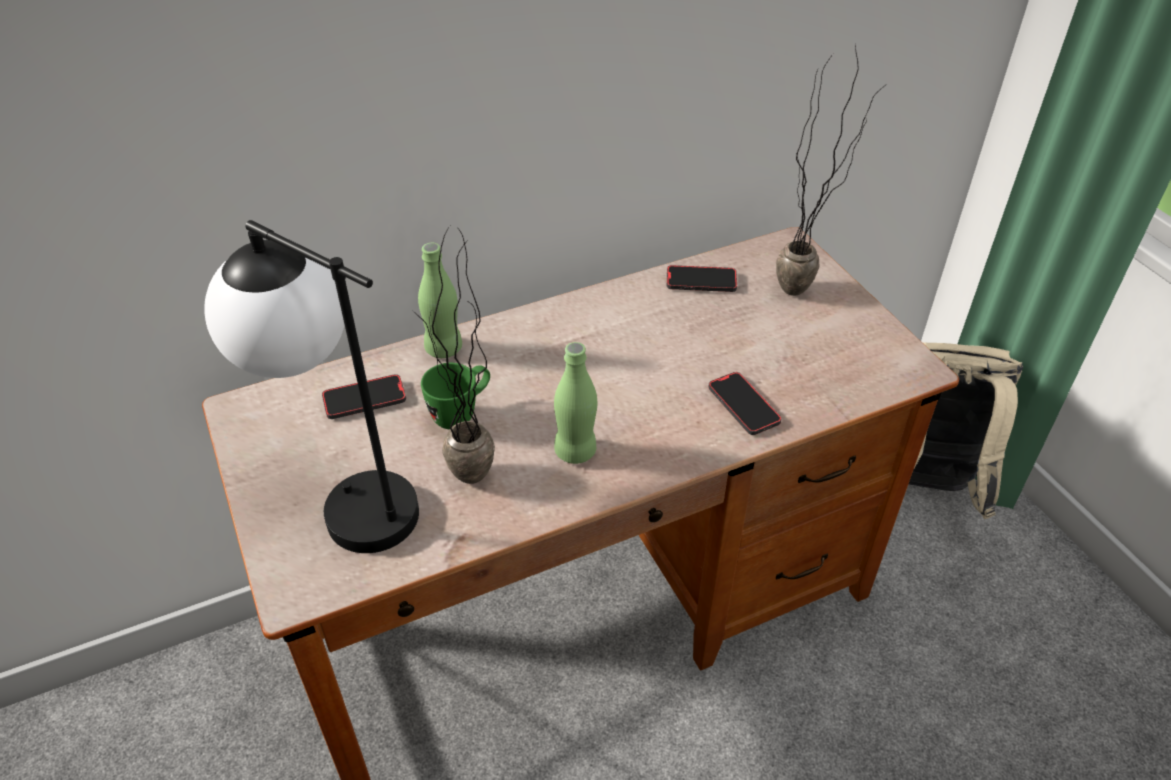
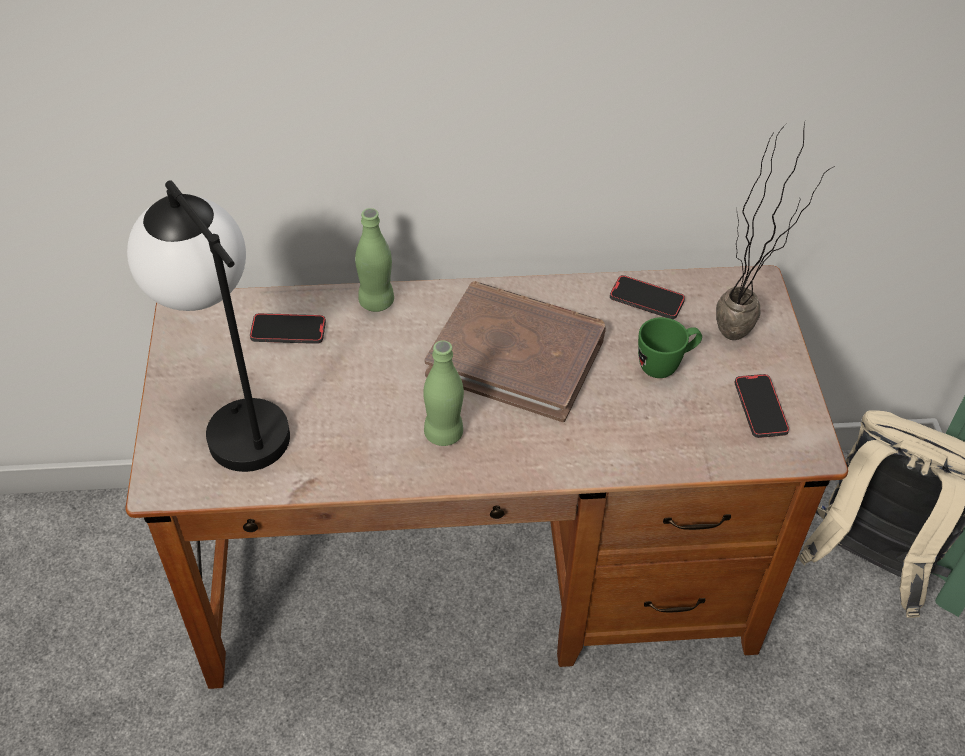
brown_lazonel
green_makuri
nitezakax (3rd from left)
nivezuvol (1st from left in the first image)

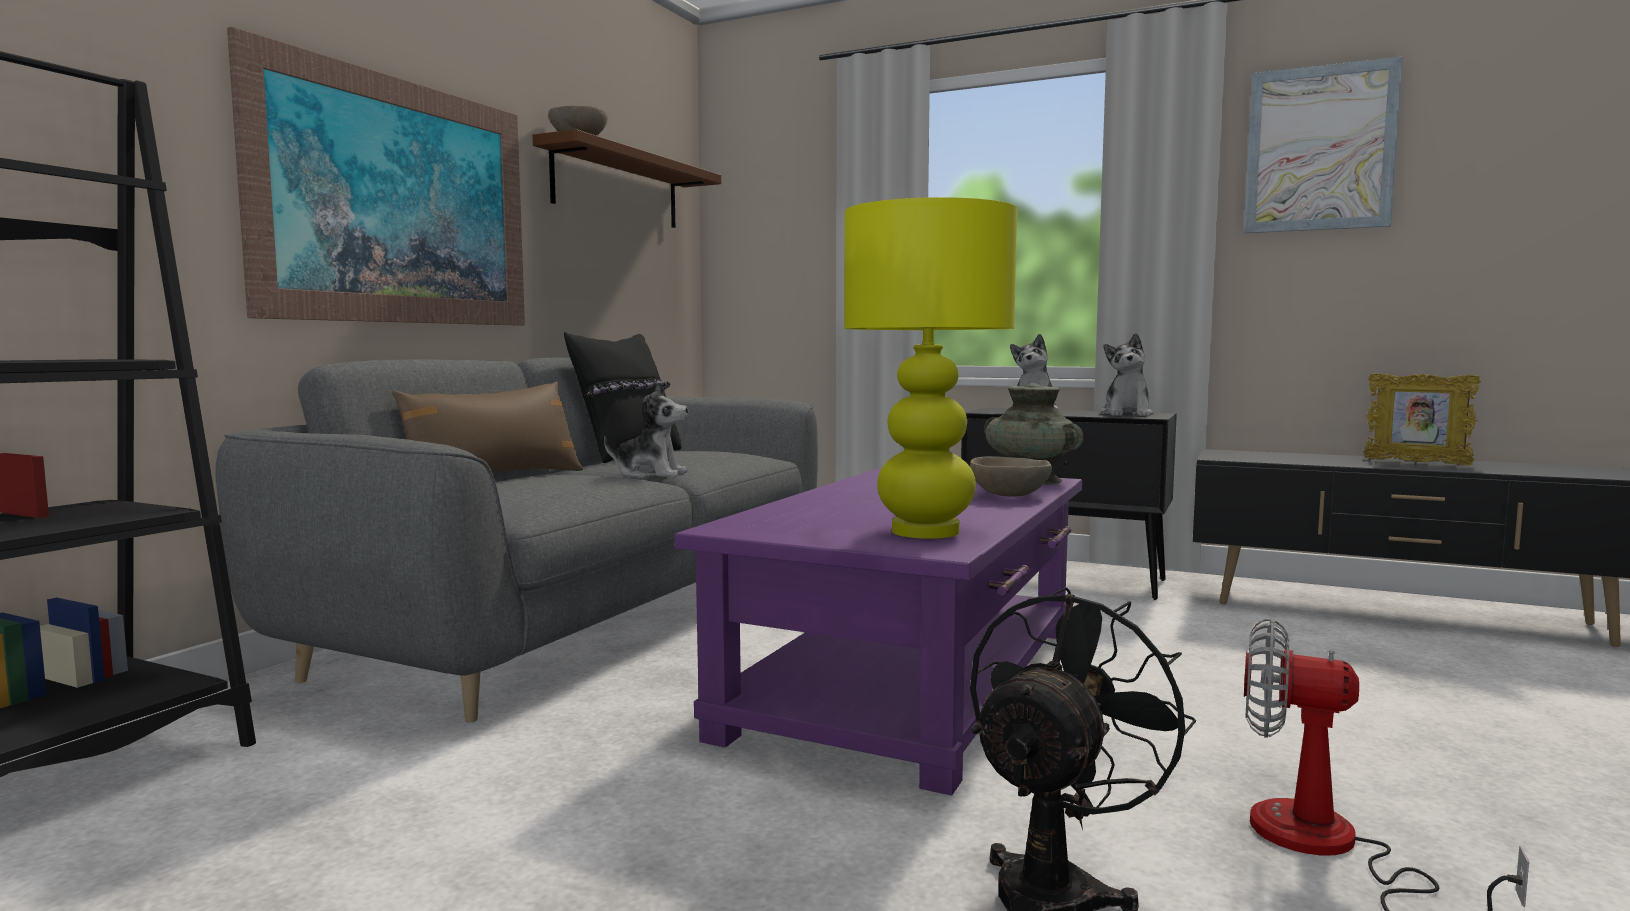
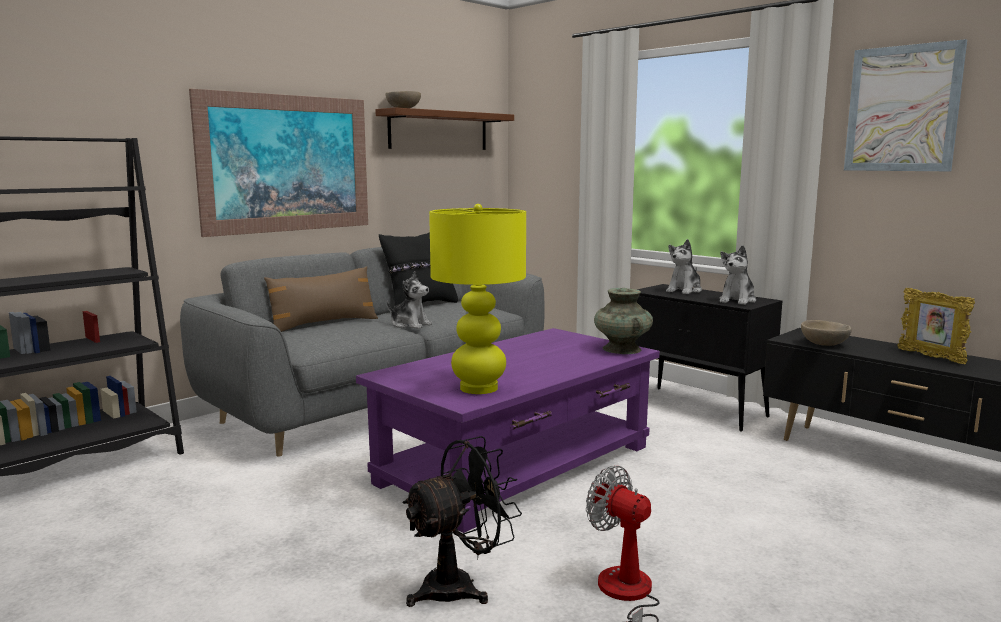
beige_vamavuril (2nd from left)

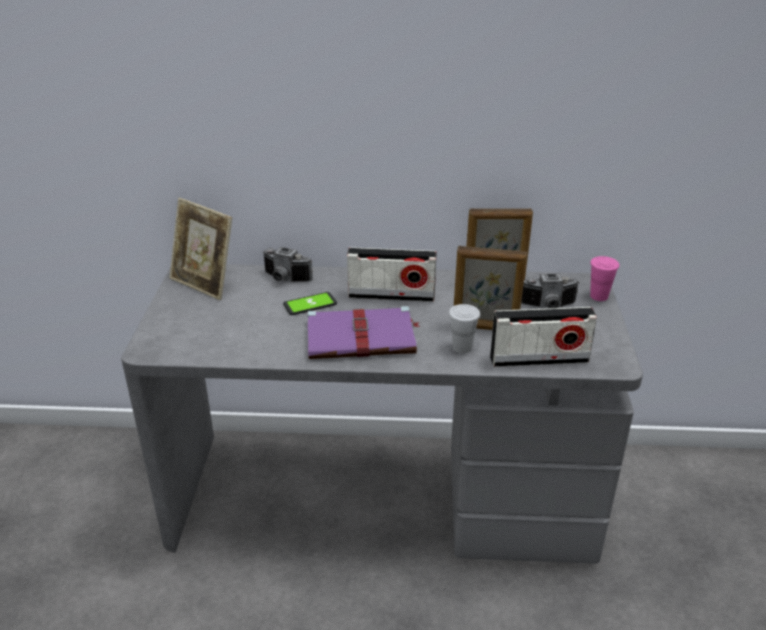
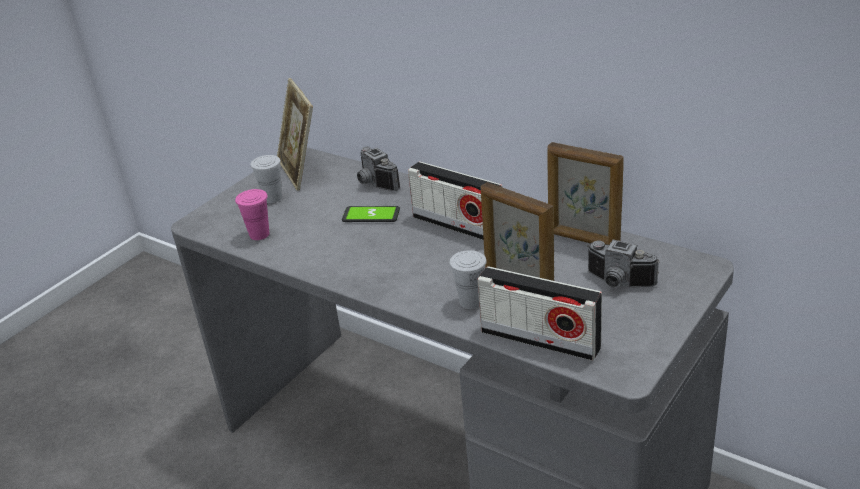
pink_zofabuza
white_zofabuza (1st from left)
purple_lazonel

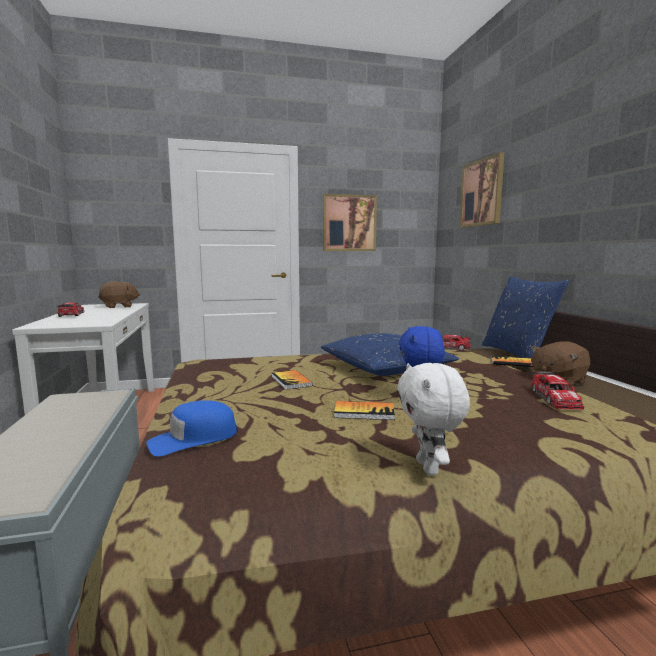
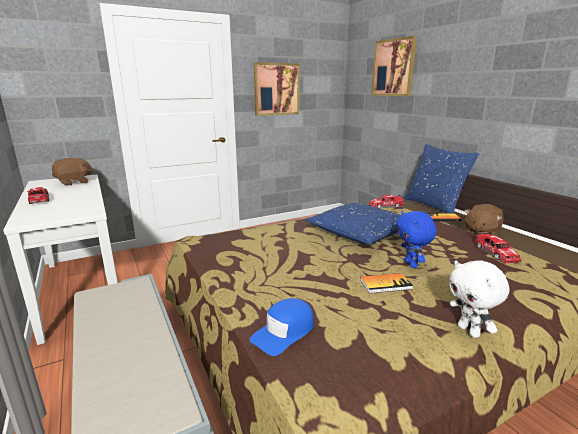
lazonel (1st from left in the first image)

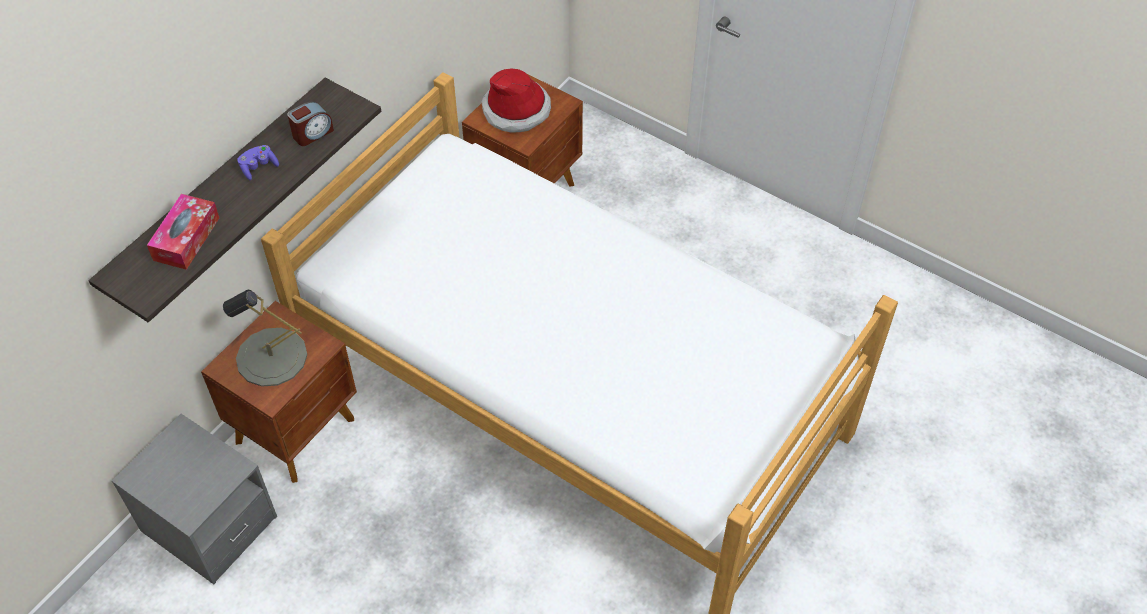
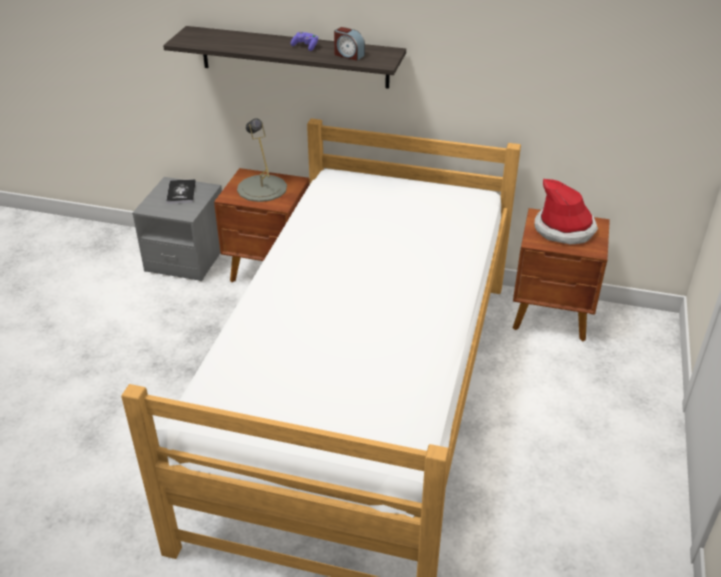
lazonel
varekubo

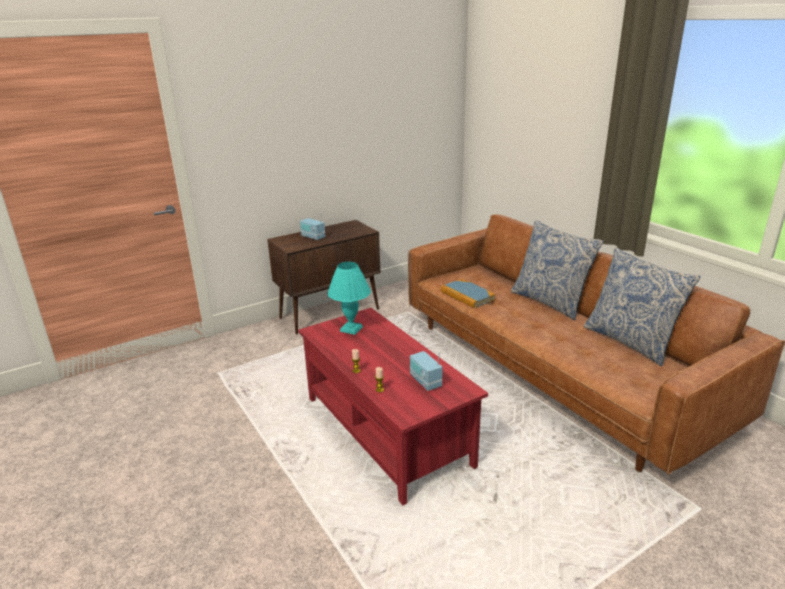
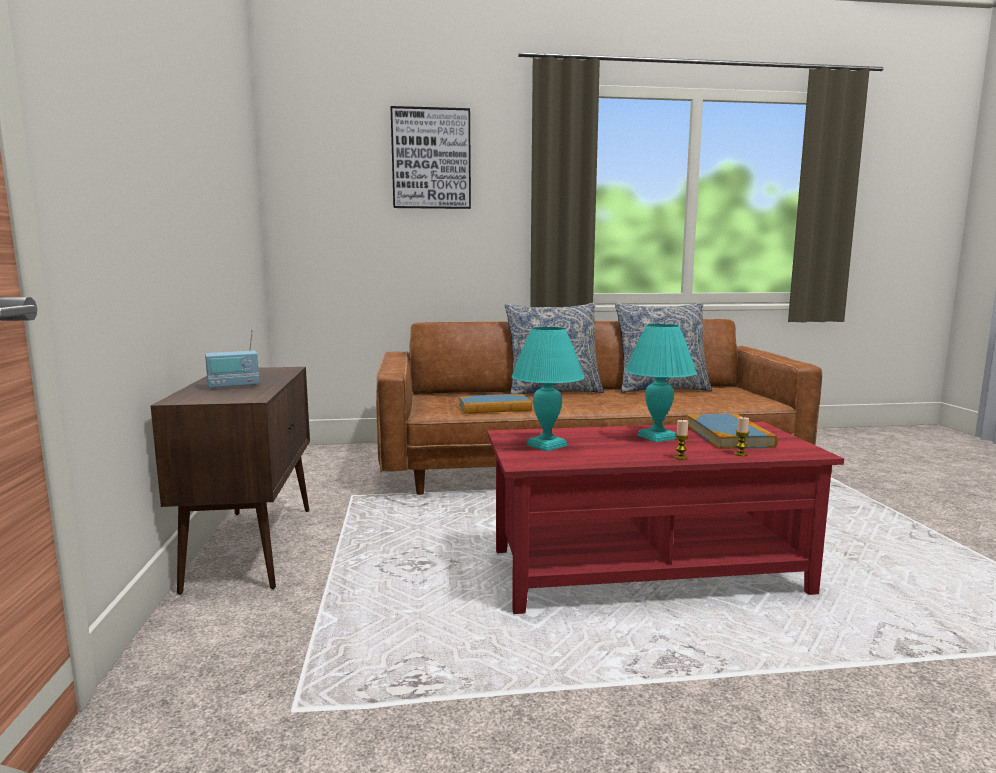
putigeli
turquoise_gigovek (2nd from left)
lazonel (2nd from left)

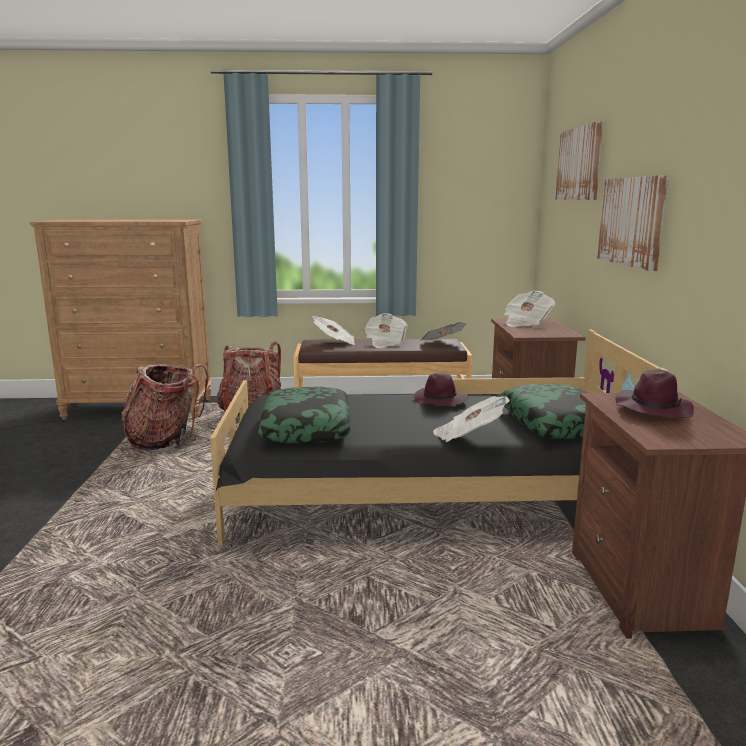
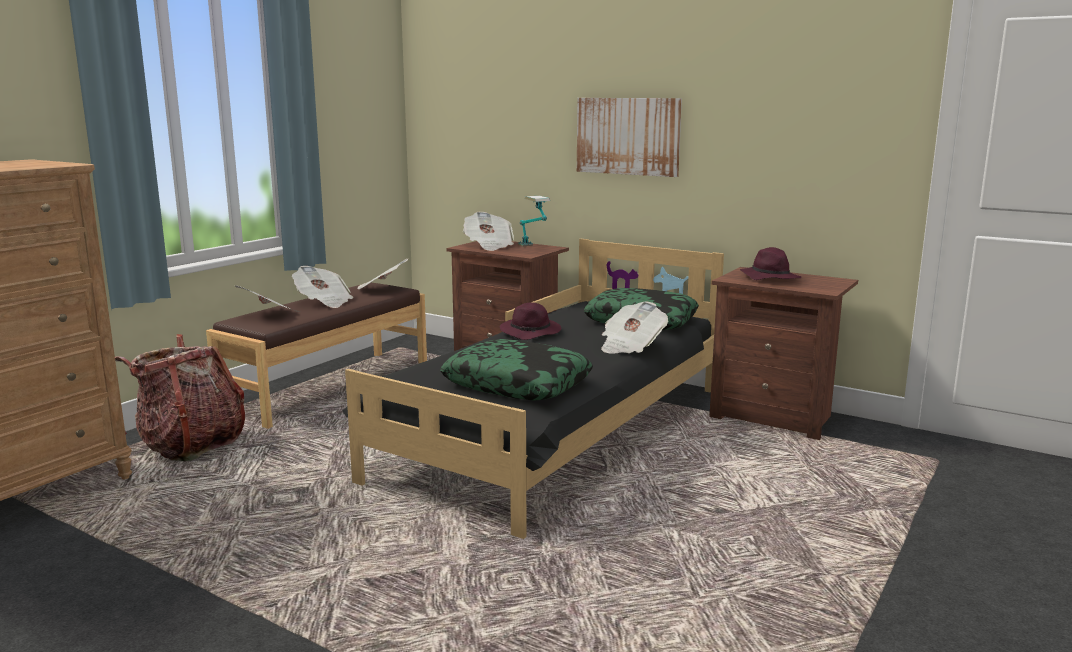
gigovek
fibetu (1st from left in the first image)
putigeli (1st from left in the first image)

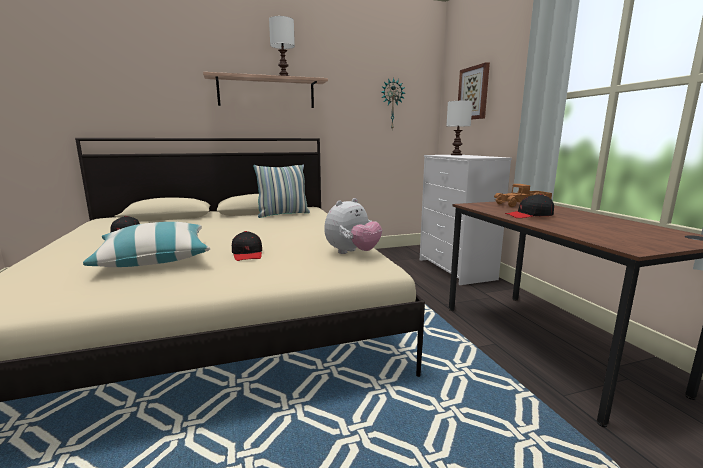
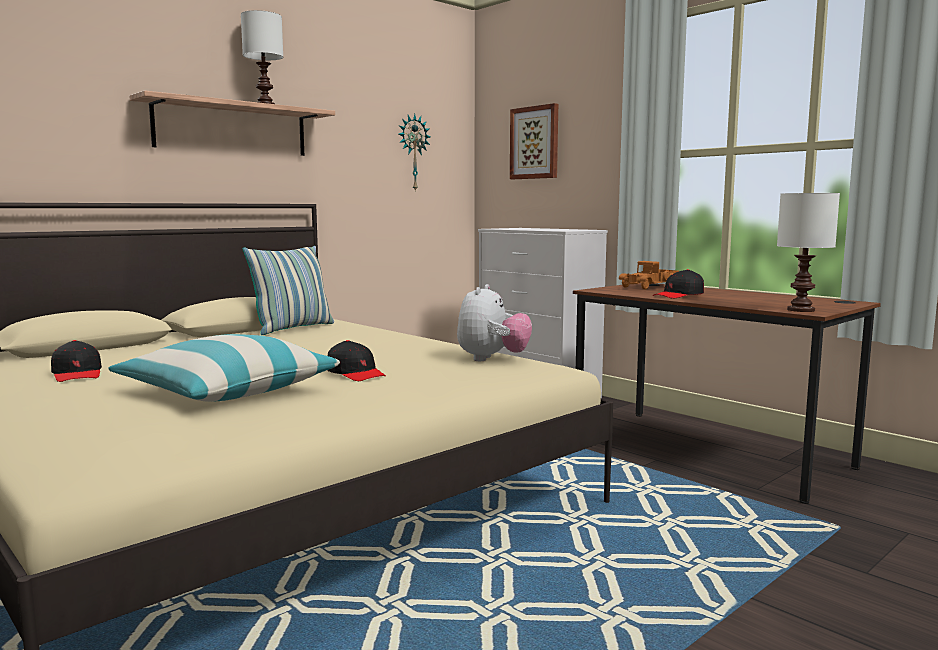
white_gigovek (2nd from left)

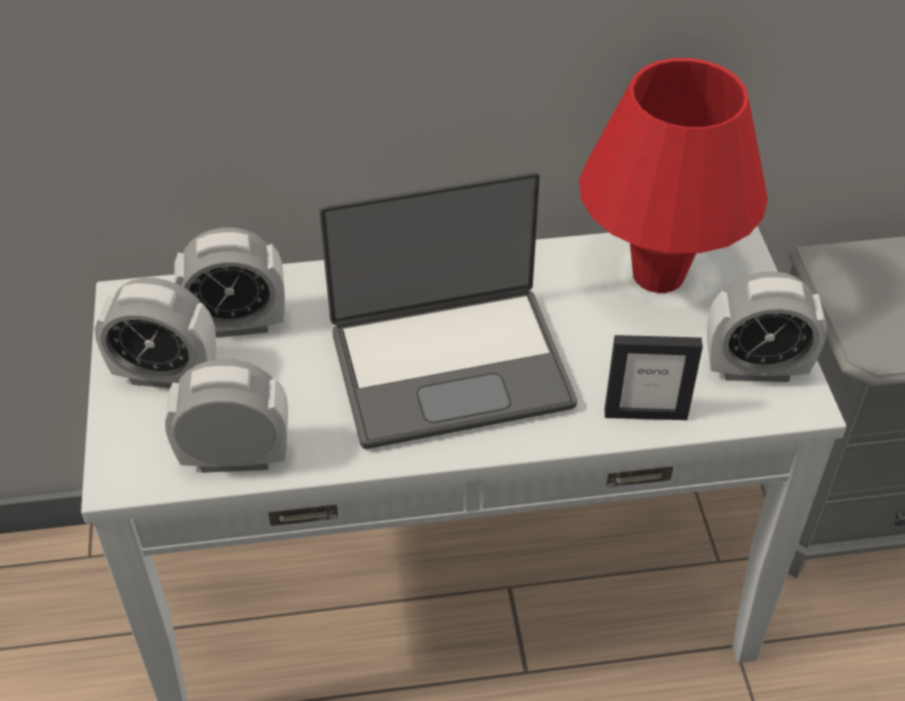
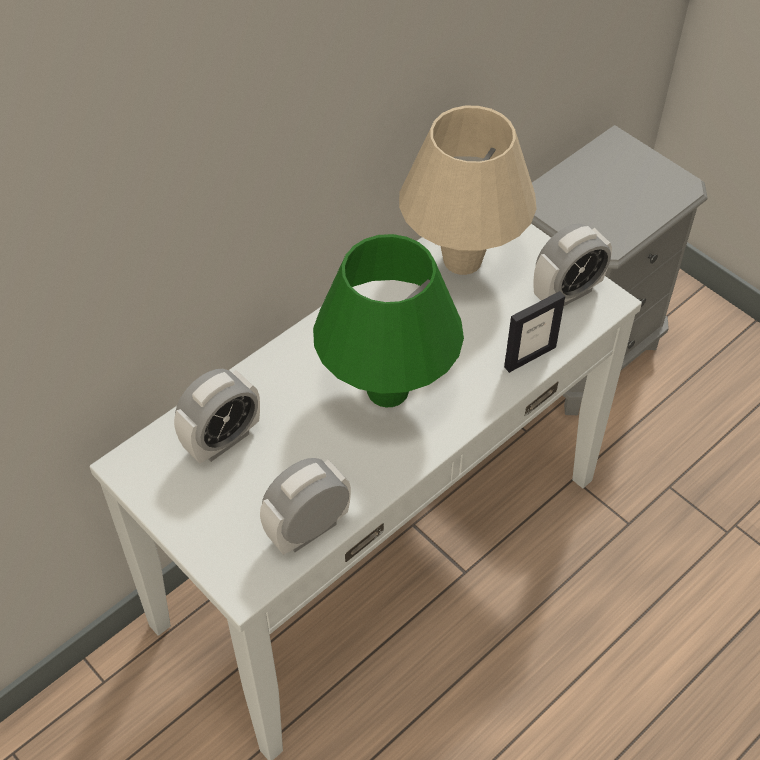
green_gigovek
beige_gigovek
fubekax (1st from left in the first image)

